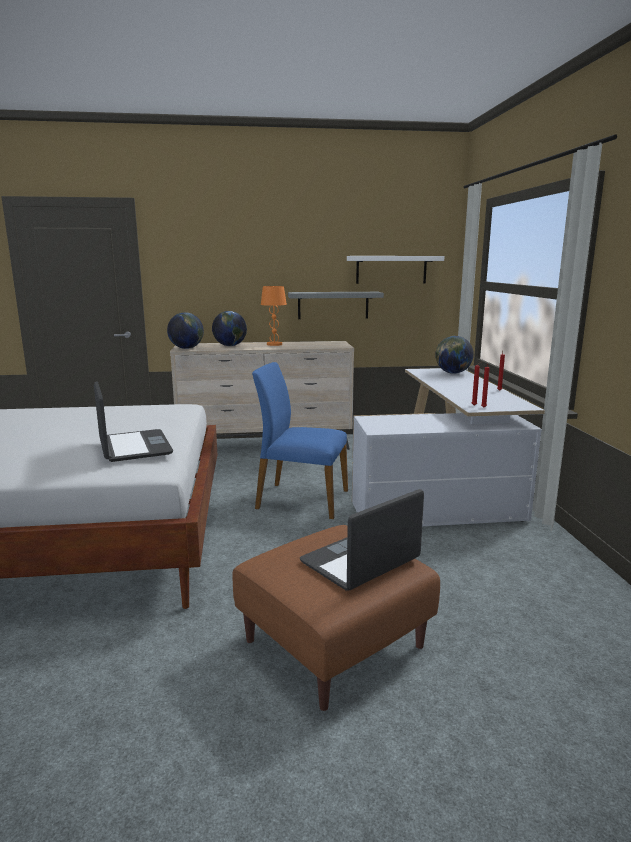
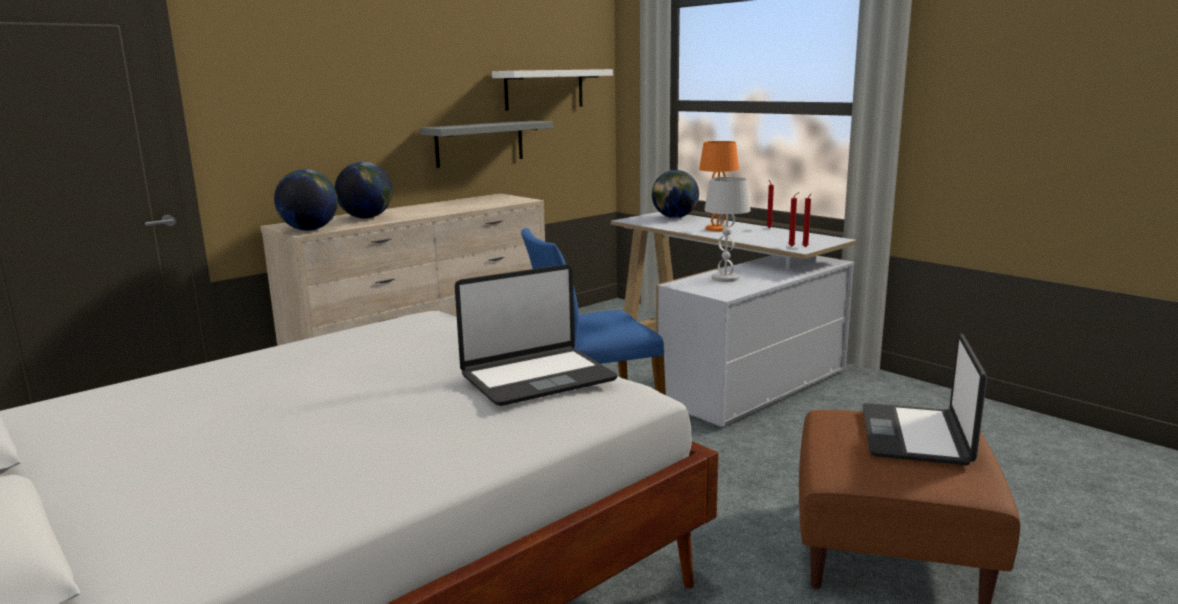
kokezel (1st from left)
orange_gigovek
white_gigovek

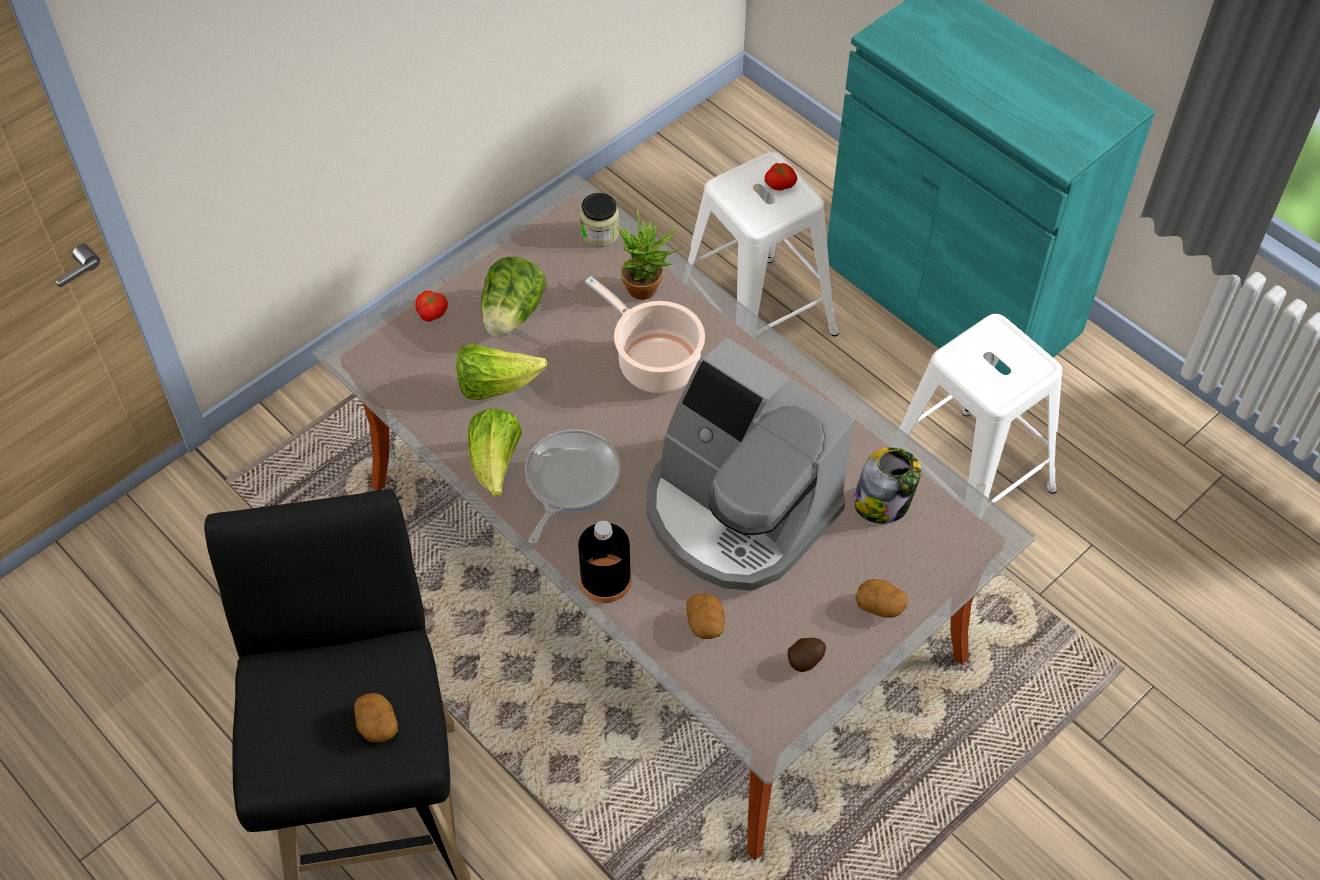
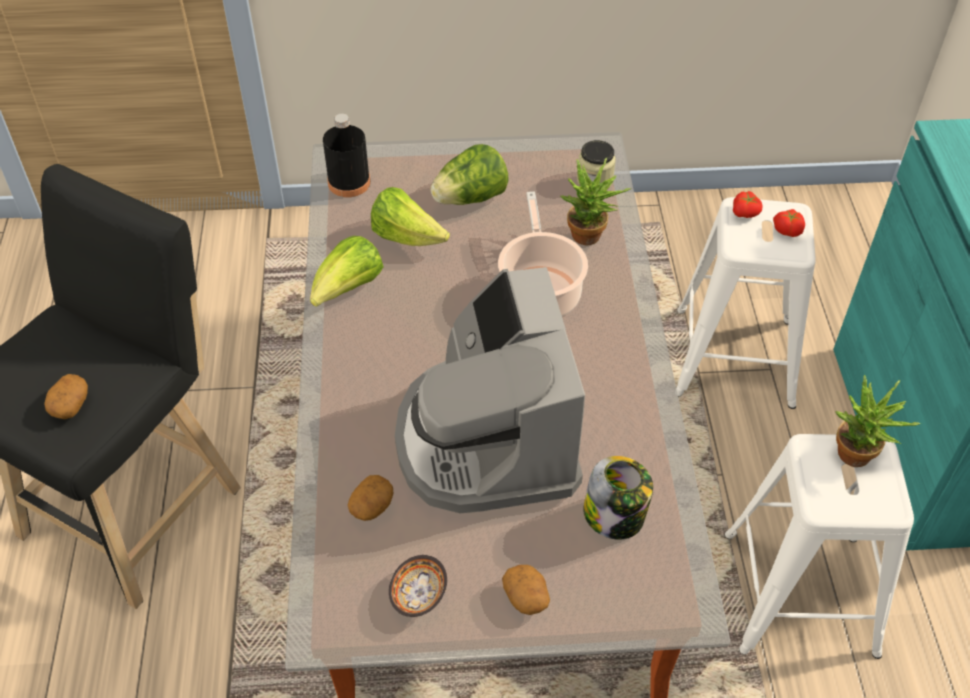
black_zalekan
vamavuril
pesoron (1st from left)
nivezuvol (2nd from left)
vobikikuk

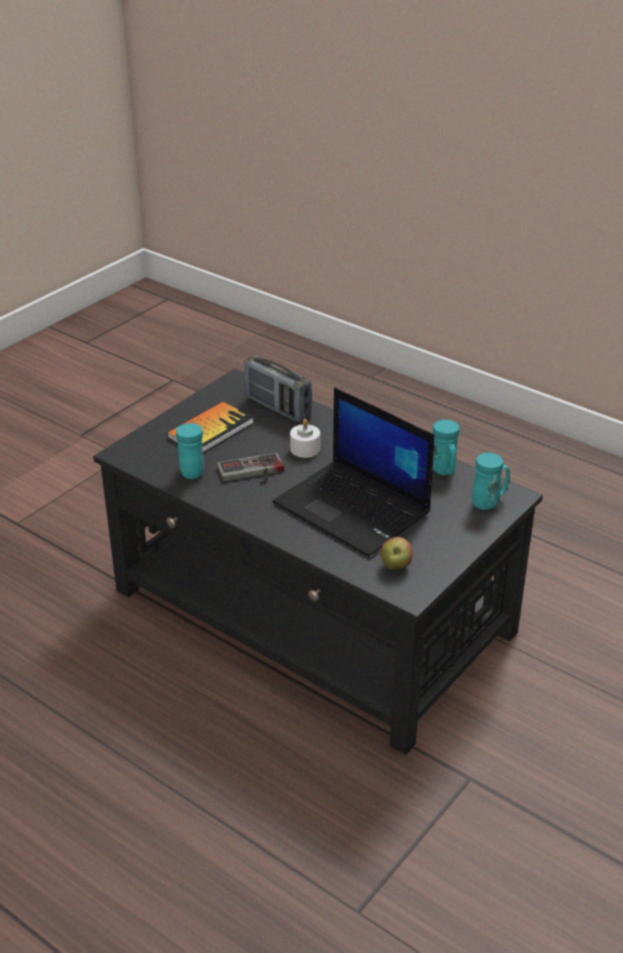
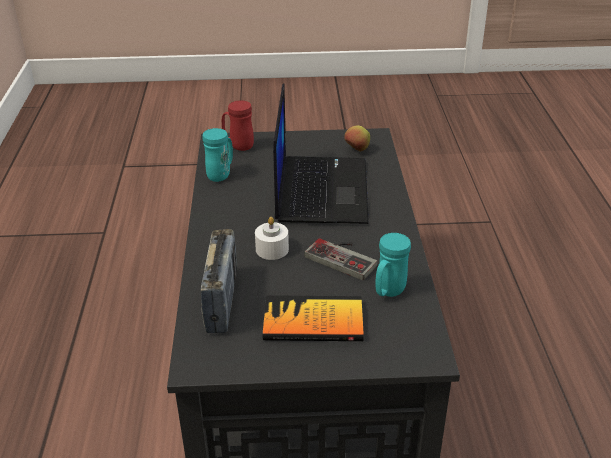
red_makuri

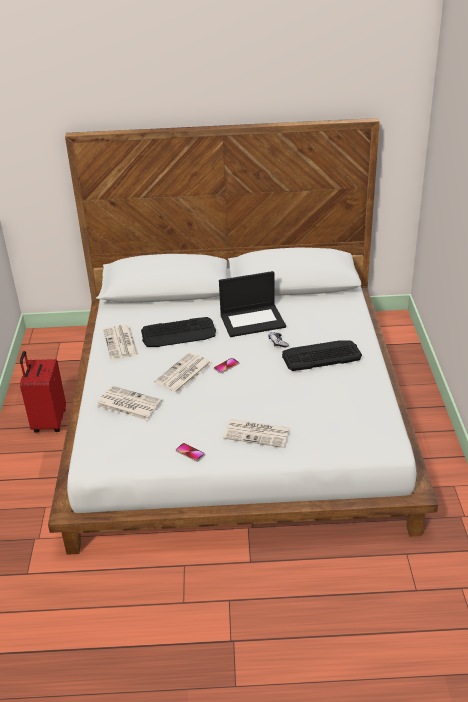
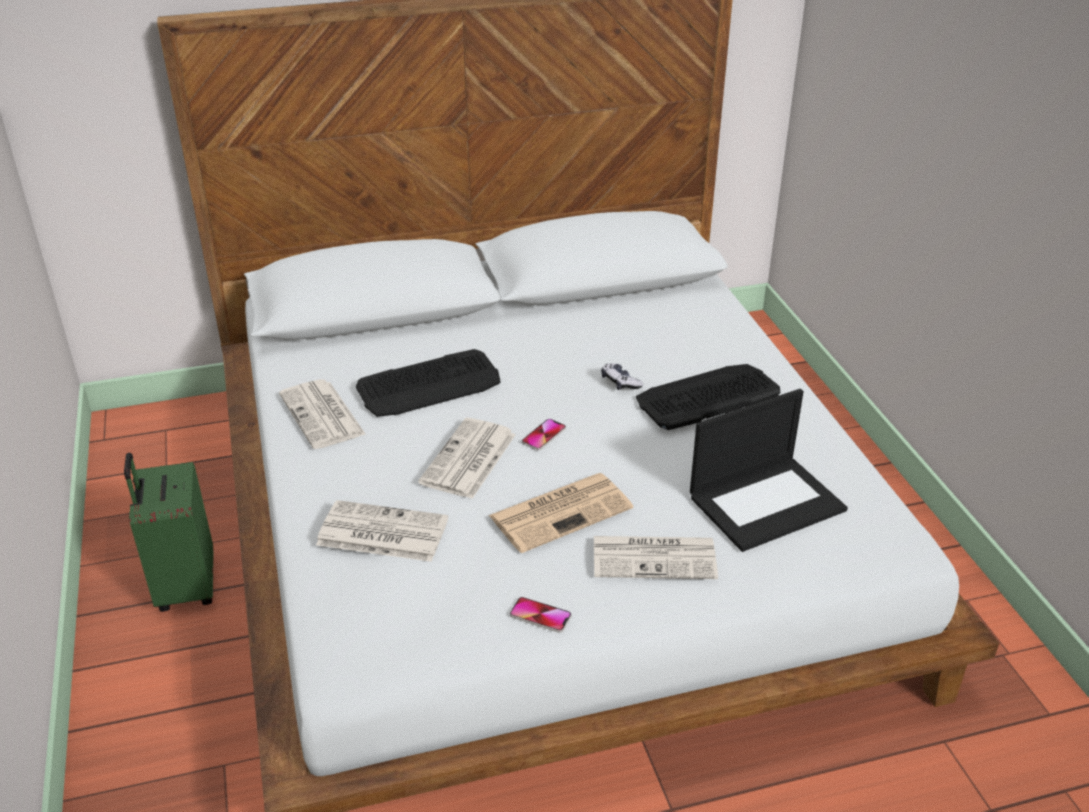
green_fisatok
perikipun (4th from left)
kokezel

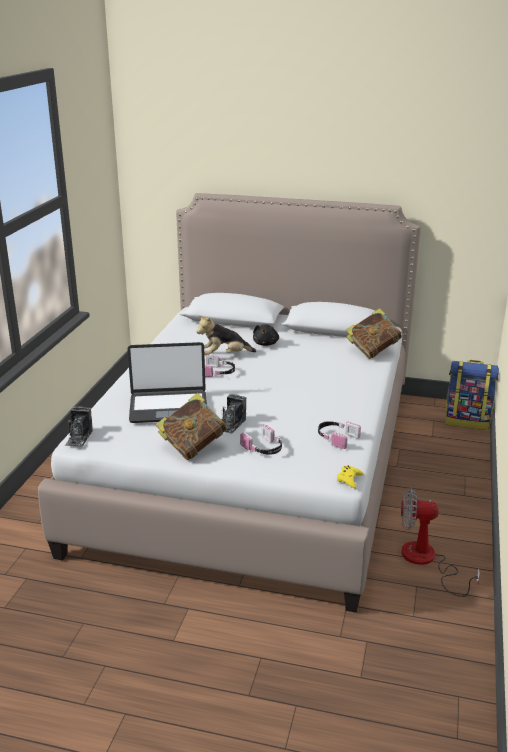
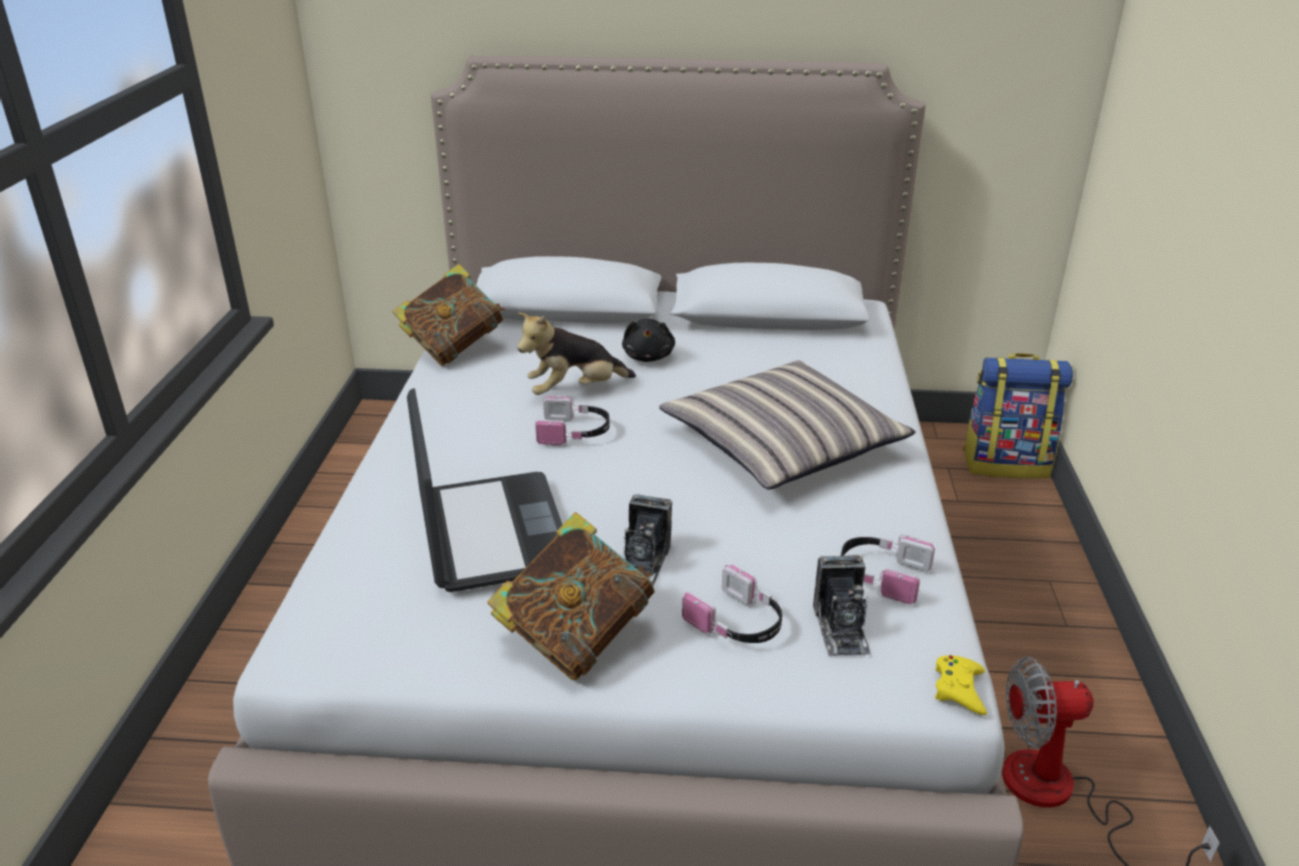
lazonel (1st from left)
kokezel
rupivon
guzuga (2nd from left)

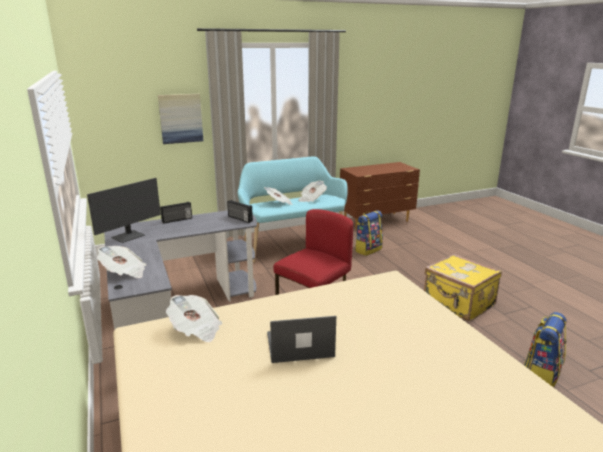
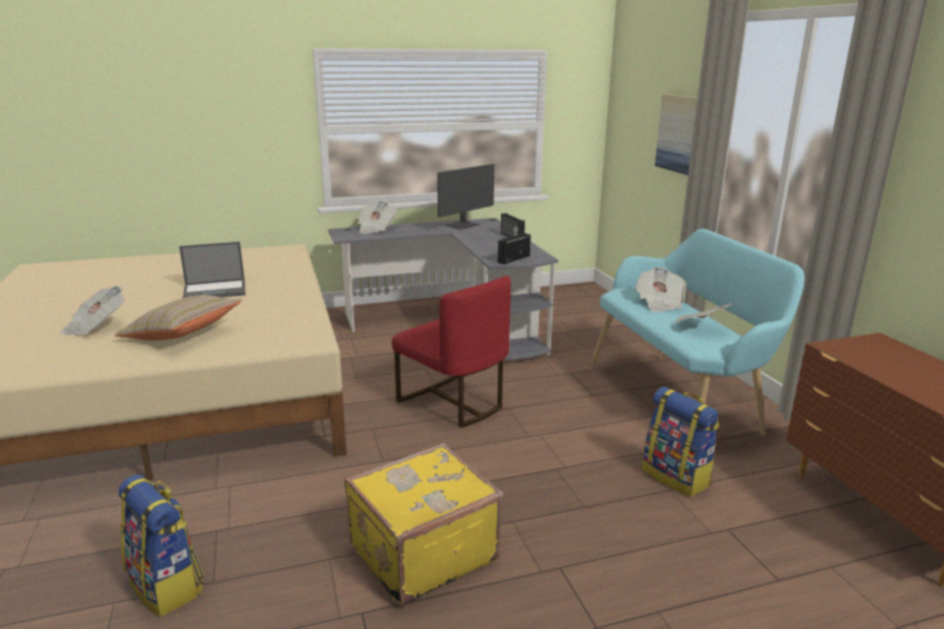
perikipun (1st from left)
beige_rupivon
kokezel
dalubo

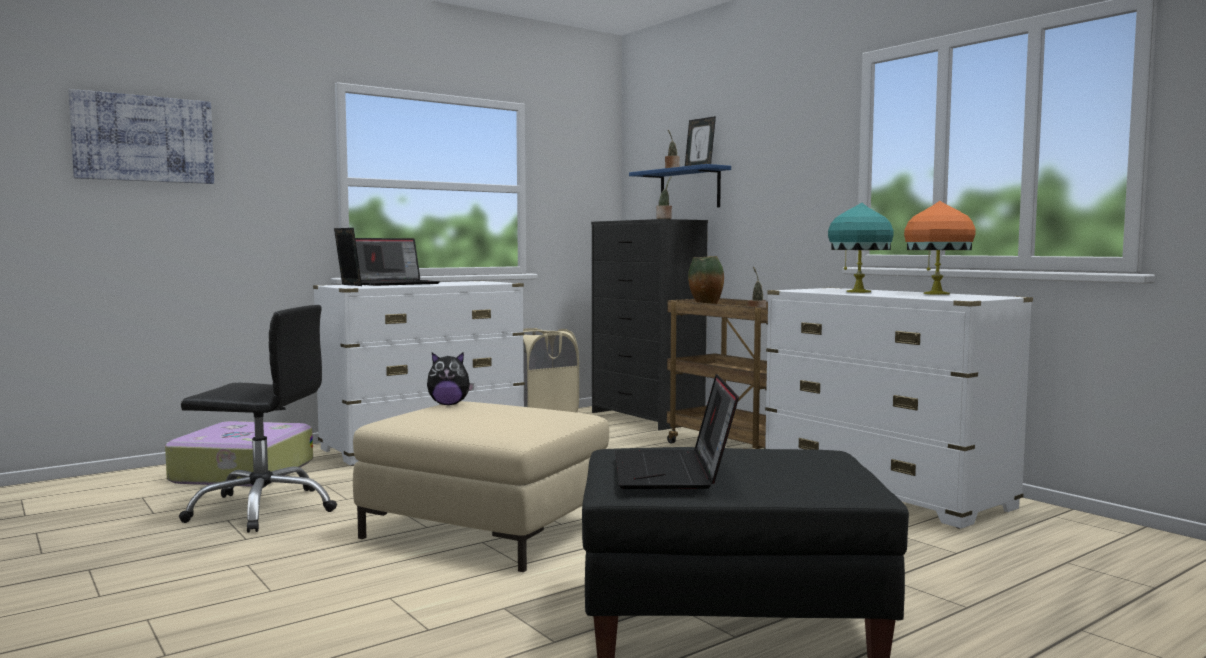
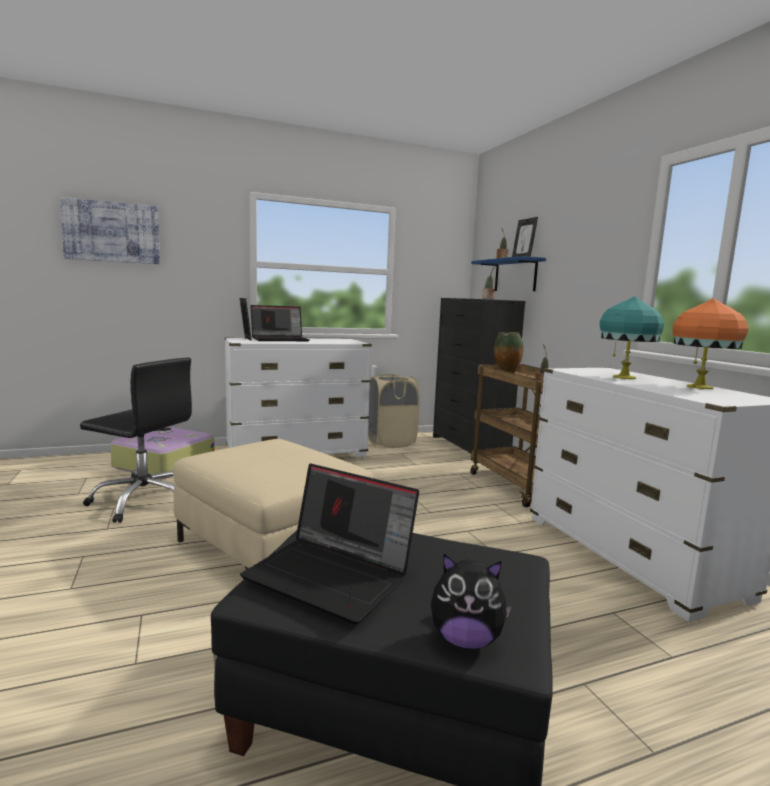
kokezel (2nd from left)
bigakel

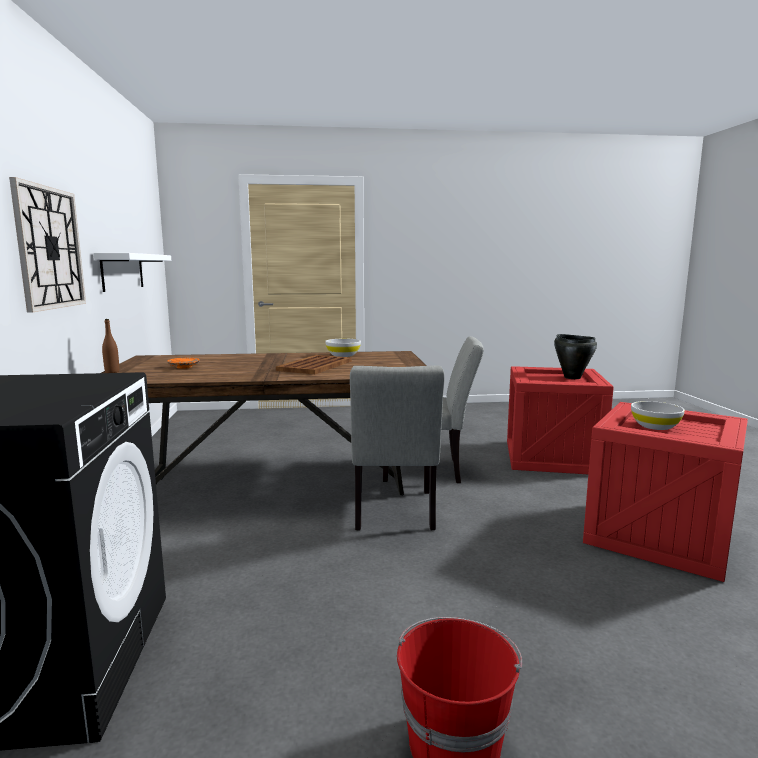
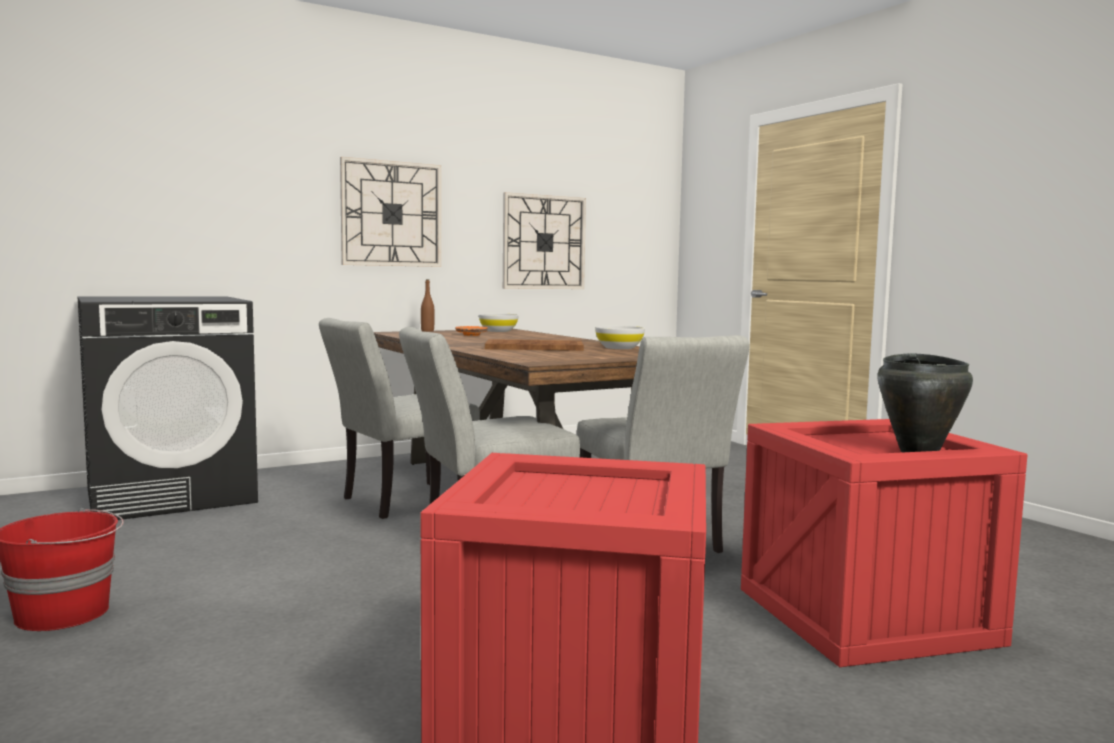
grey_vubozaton (1st from left)
white_vamavuril (1st from left)
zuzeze (2nd from left)

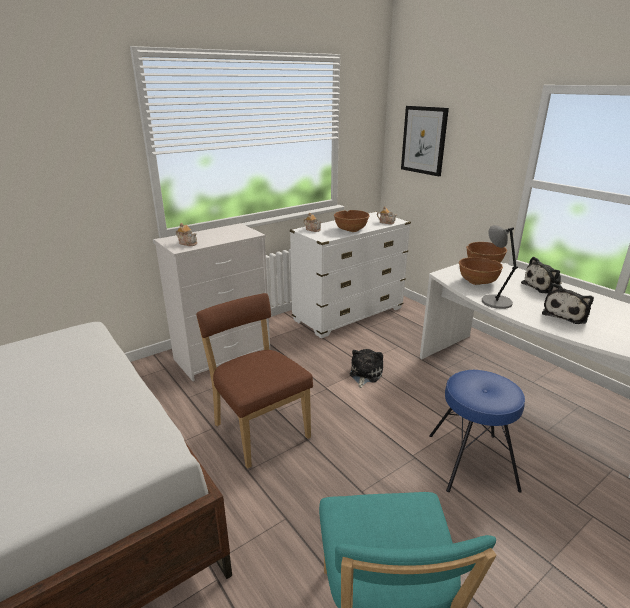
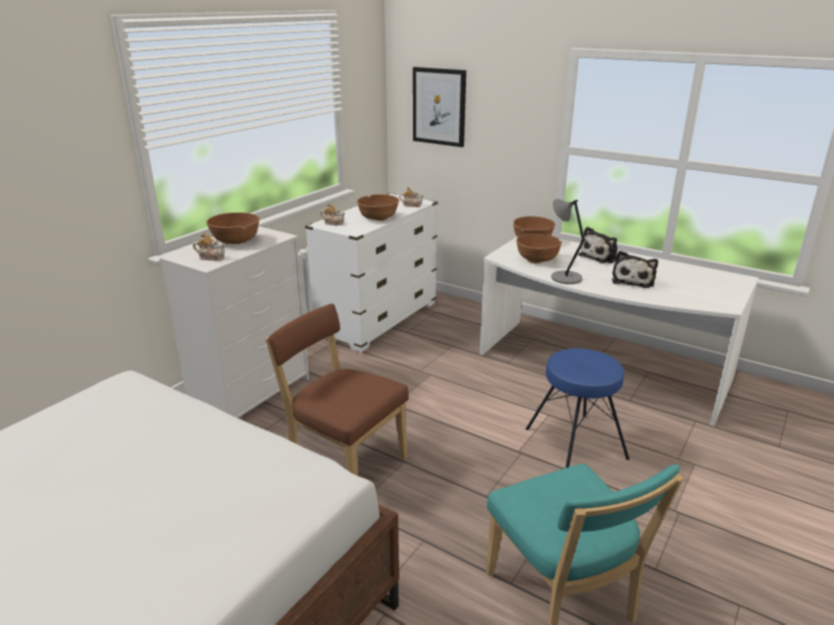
brown_vamavuril (1st from left)
bigakel (1st from left in the first image)

